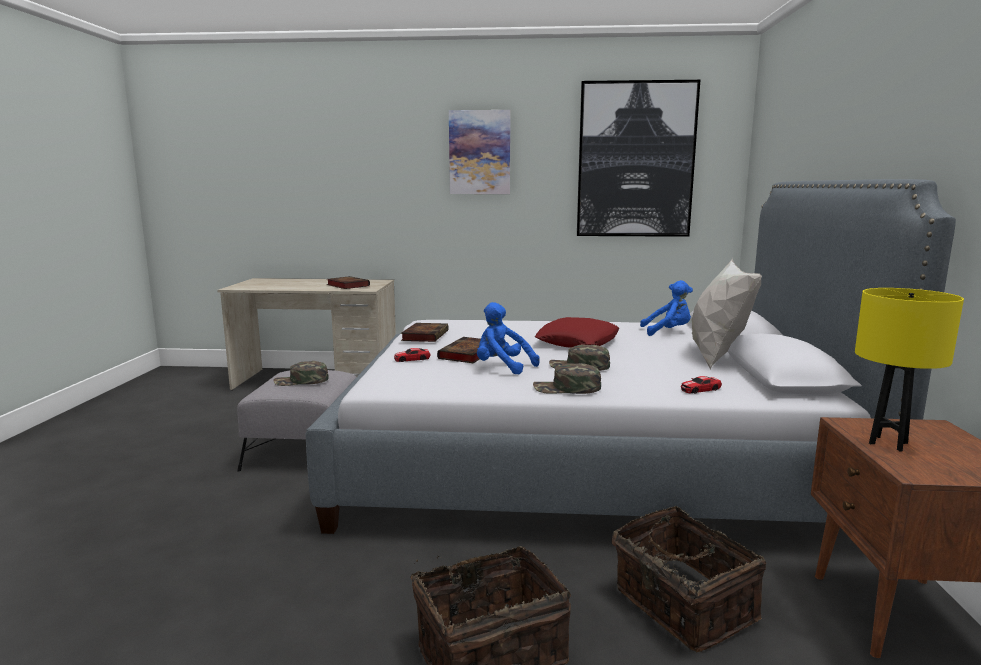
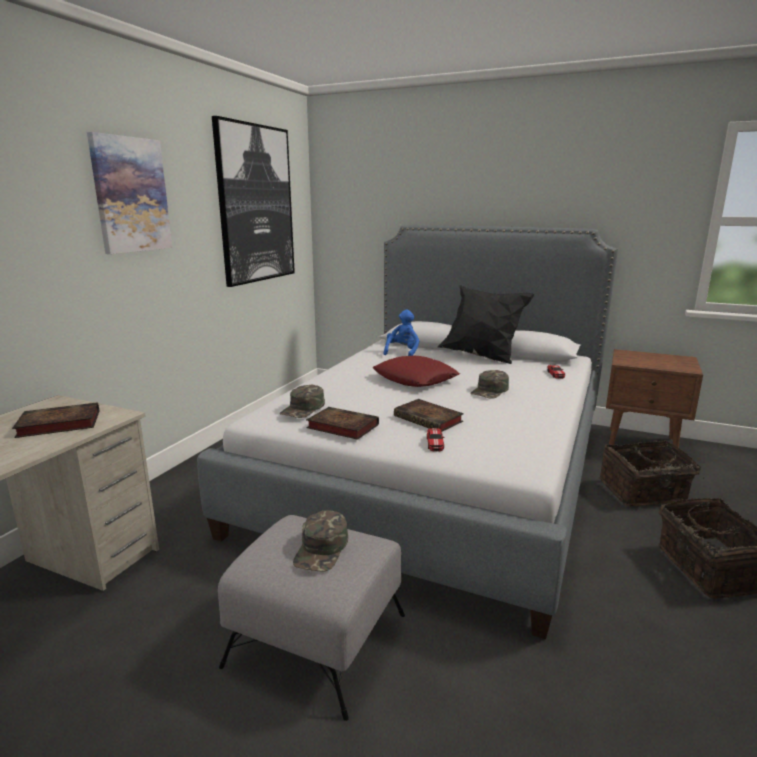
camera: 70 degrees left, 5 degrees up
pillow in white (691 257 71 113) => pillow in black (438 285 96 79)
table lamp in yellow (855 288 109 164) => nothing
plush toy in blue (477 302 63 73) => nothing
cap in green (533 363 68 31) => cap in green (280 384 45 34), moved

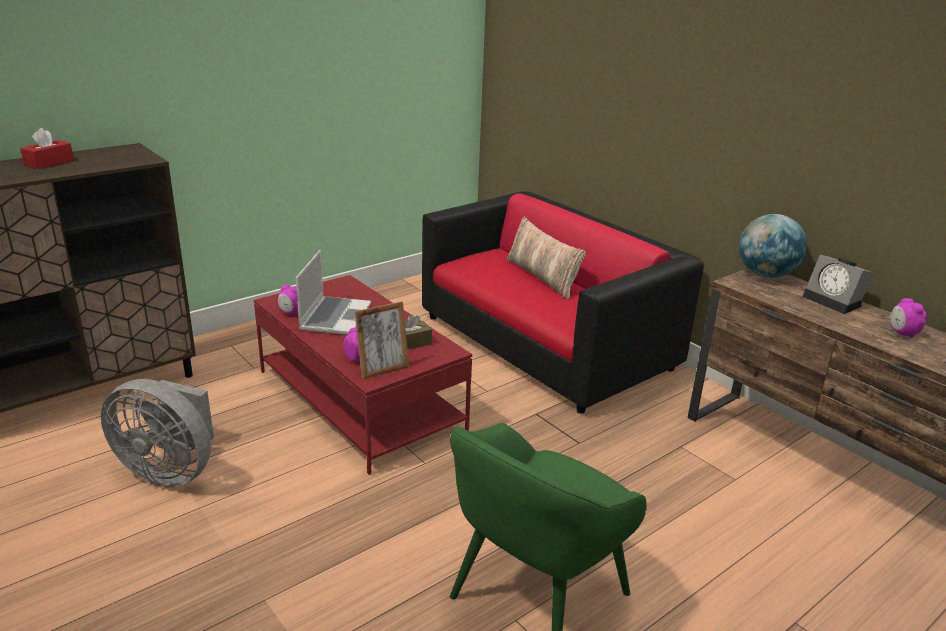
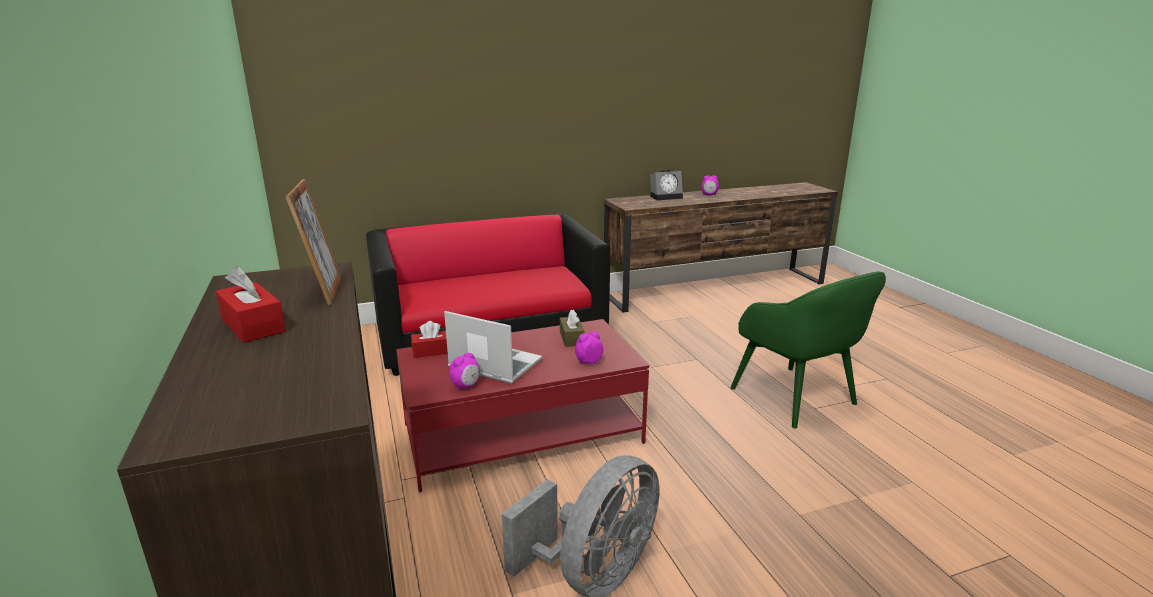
camera: 70 degrees left, 5 degrees down
globe (739 214 68 64) => nothing
pillow (507 216 79 83) => nothing
picture frame (354 301 55 78) => picture frame (286 179 56 126), moved
nothing => tissue box in red (411 321 37 37)

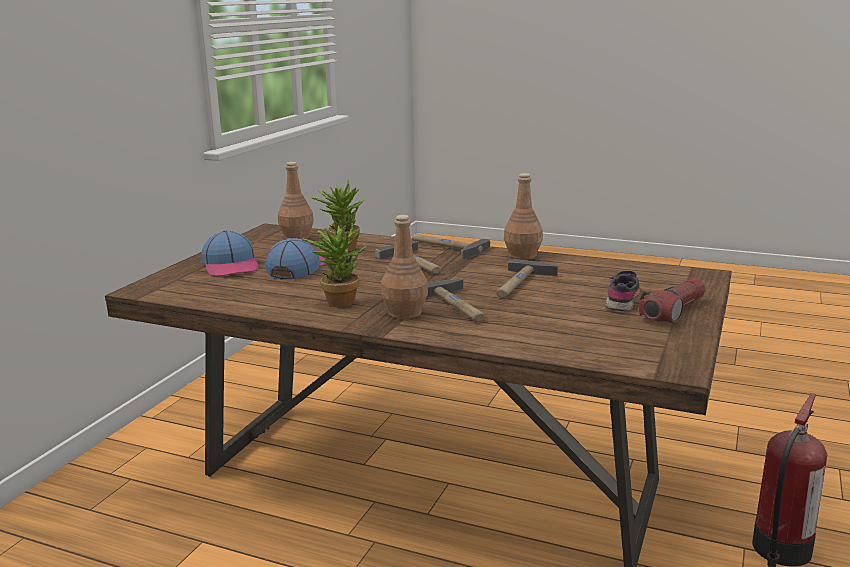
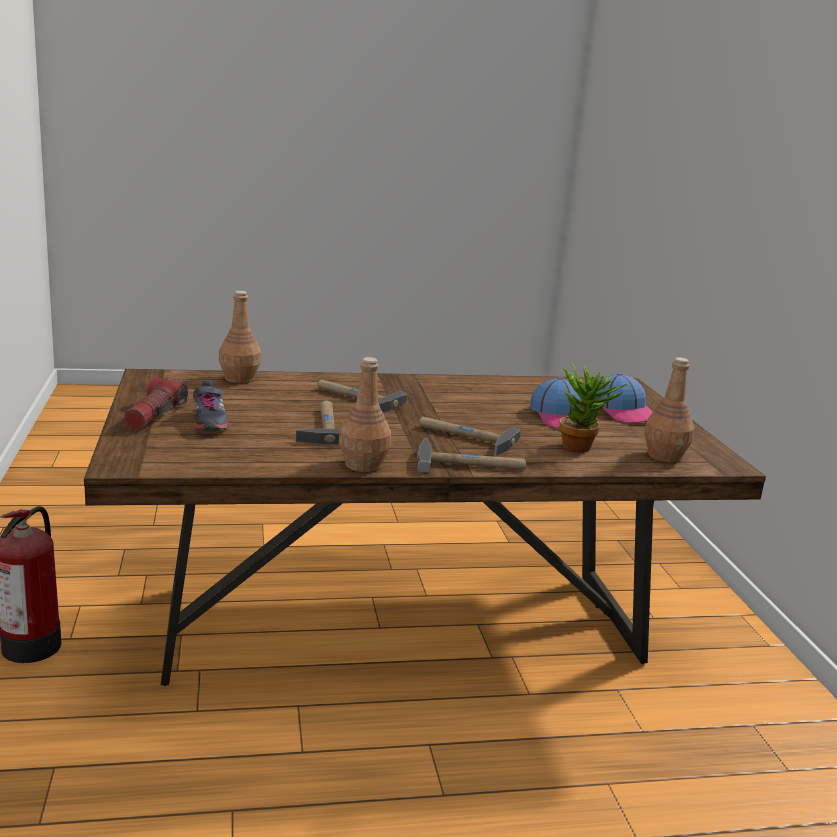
camera: 145 degrees right, 0 degrees up
bottle in brown (381 215 47 104) => bottle in brown (219 291 42 92), moved
potted plant (301 219 66 88) => nothing
cap (201 230 58 46) => cap (595 373 58 50), 150 degrees counterclockwise

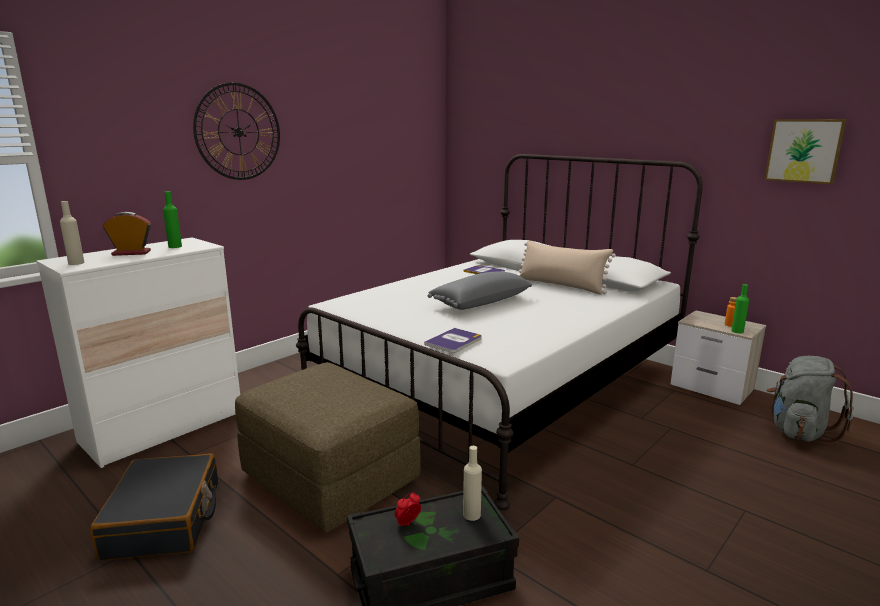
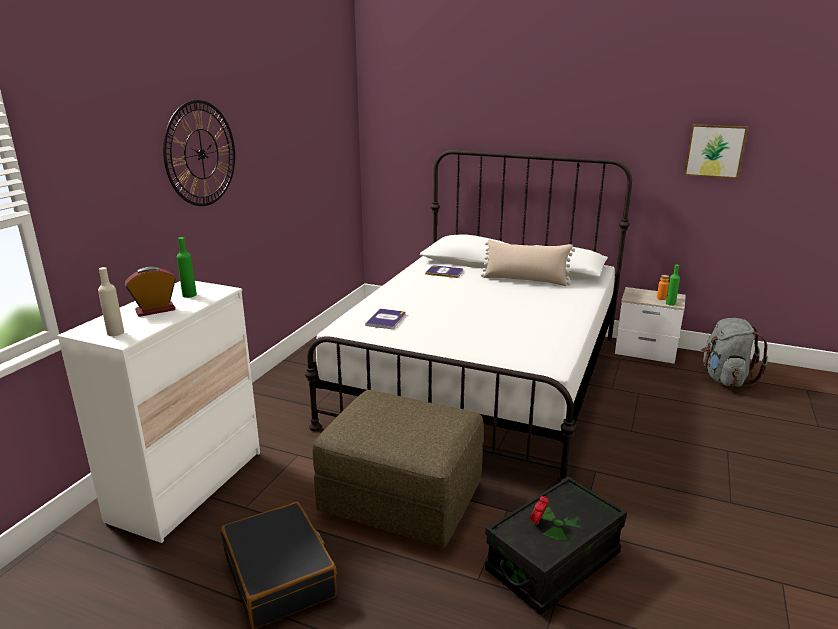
camera: 20 degrees left, 5 degrees up
pillow in grey (428 271 104 39) => nothing
book (424 328 58 25) => book (365 308 41 21), moved
bottle in beige (463 446 19 75) => nothing

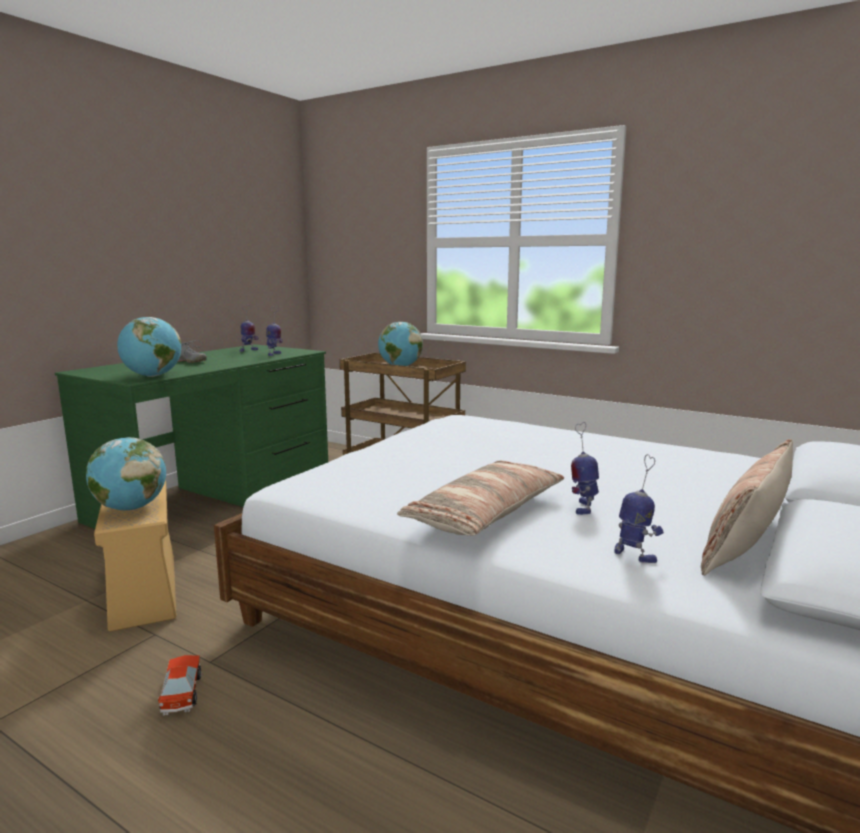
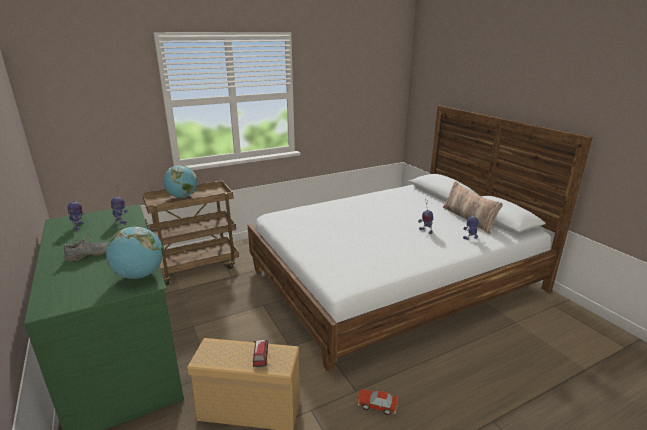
camera: 60 degrees left, 10 degrees up
globe (86 437 80 73) => toy car (253 340 15 27)
pillow (397 461 167 75) => nothing

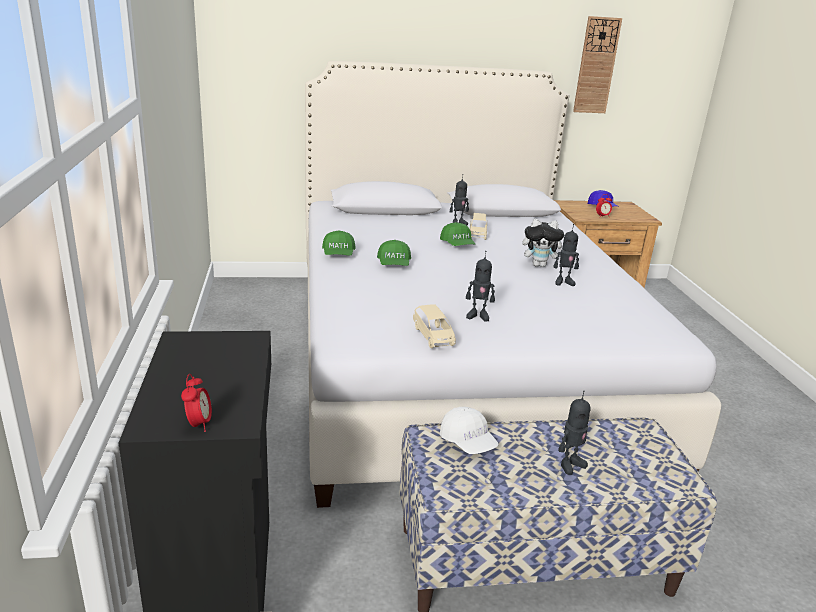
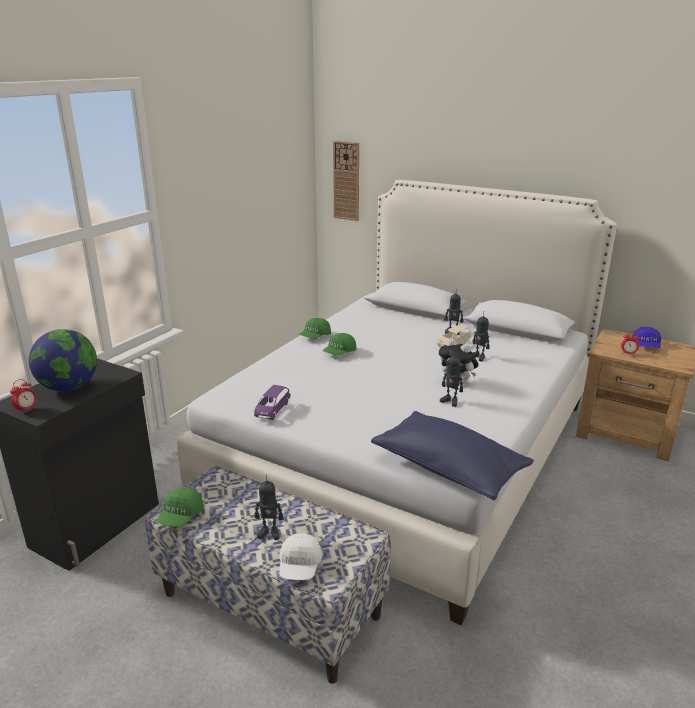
camera: 40 degrees right, 0 degrees up
wall clock (573 16 49 97) => wall clock (333 141 26 80), moved
cap in green (440 222 35 24) => cap in green (157 487 47 40), moved
toy robot (466 251 29 70) => toy robot (473 314 17 47), moved
toy car in beige (413 304 43 44) => toy car in purple (254 385 36 35)
cap in white (440 407 59 47) => cap in white (279 533 44 47), moved
nothing => globe (29 329 68 63)
nothing => pillow in blue (371 411 163 89)

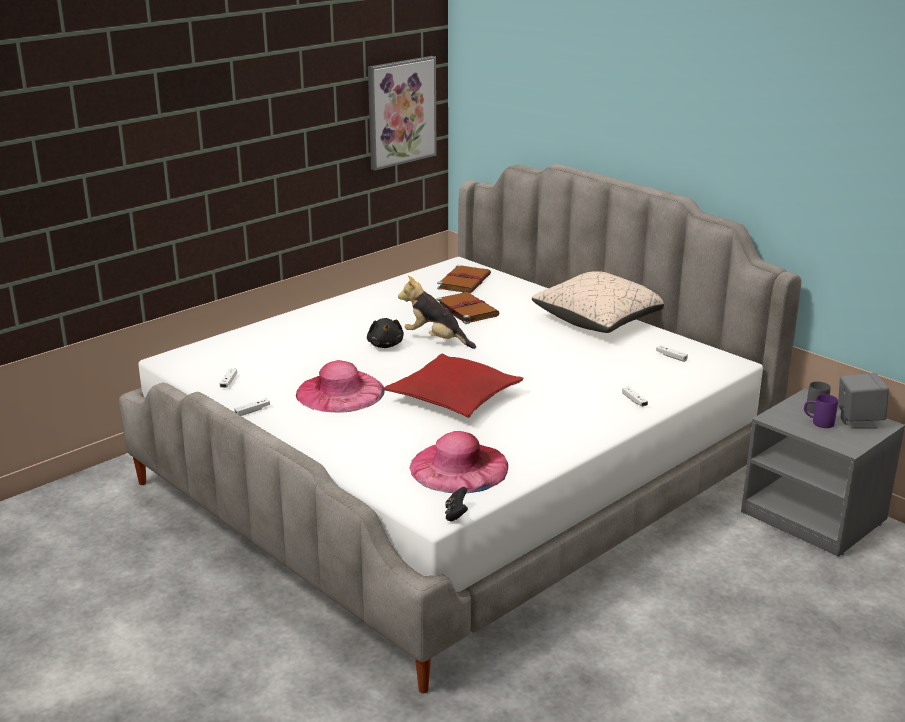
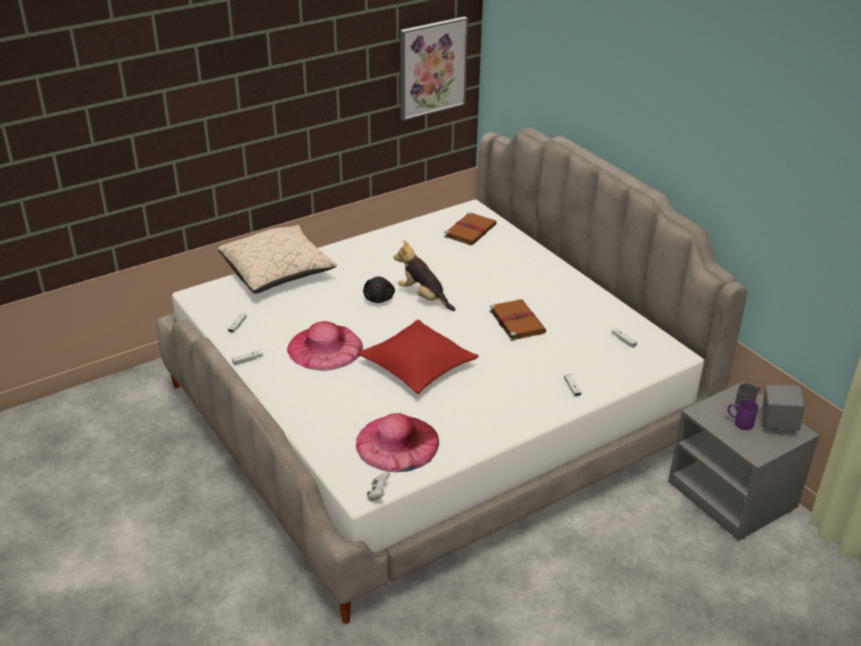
camera: 10 degrees right, 10 degrees up
pillow in beige (532 271 132 62) => pillow in beige (218 225 119 69), moved
book in brown (436 292 63 32) => book in brown (489 299 57 42), moved
game controller in black (445 487 23 35) => game controller in white (367 471 23 30)

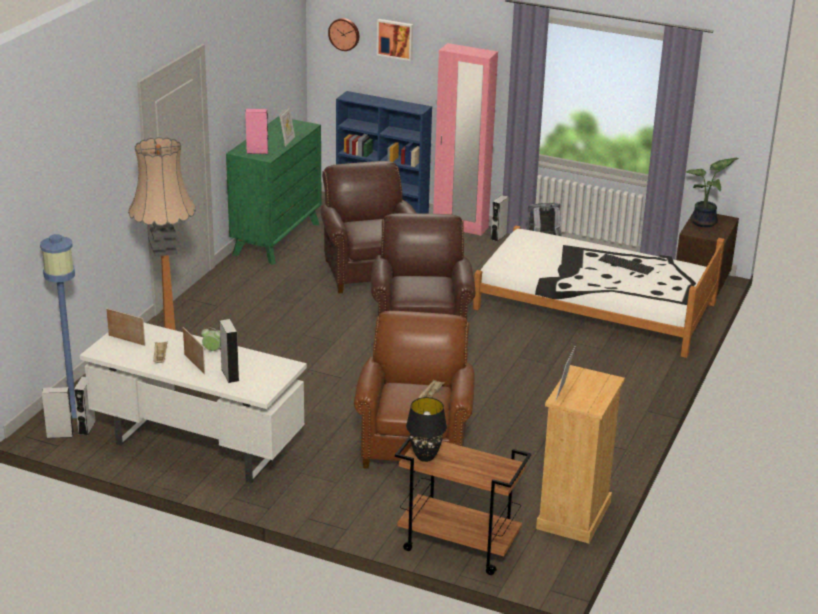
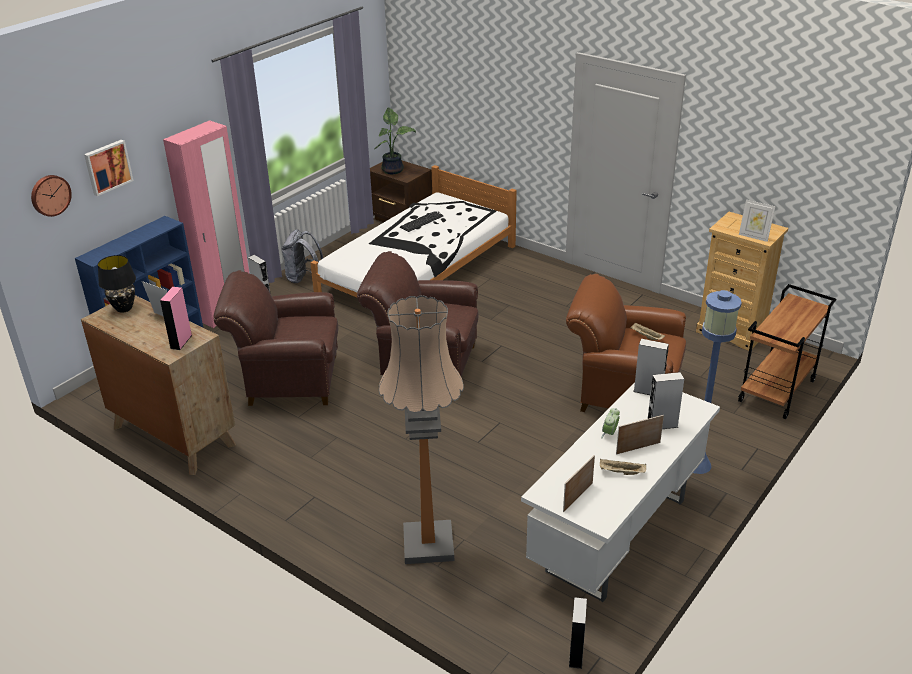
camera: 75 degrees left, 5 degrees up
dresser in green (226 117 96 148) => dresser in brown (81 295 155 180)
floor lamp in blue (40 234 37 184) => floor lamp in blue (693 290 49 184), moved
speaker in grey (74 376 22 59) => speaker in grey (633 339 36 56), moved
table lamp in black (406 397 41 65) => table lamp in black (98 255 38 58), moved

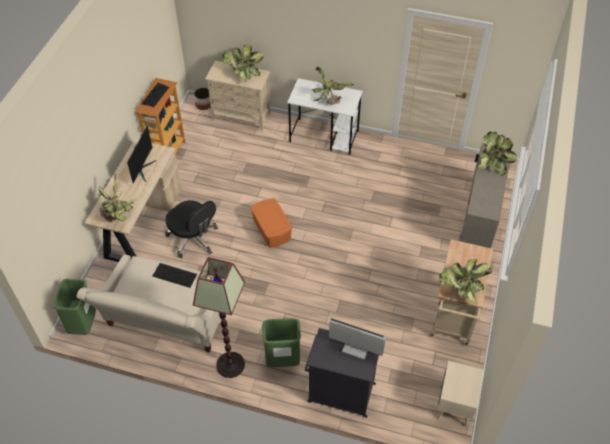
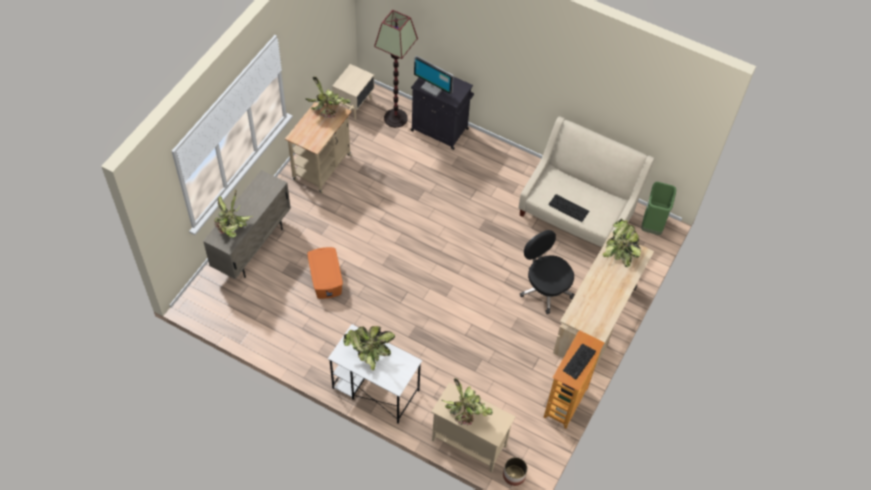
camera: 170 degrees left, 5 degrees up
monitor (127 126 30 57) => nothing
storage box in orange (251 198 41 50) => storage box in orange (307 247 36 52), moved
floor lamp (193 257 52 121) => floor lamp (374 10 44 118), moved
trash can in green (262 318 39 49) => nothing

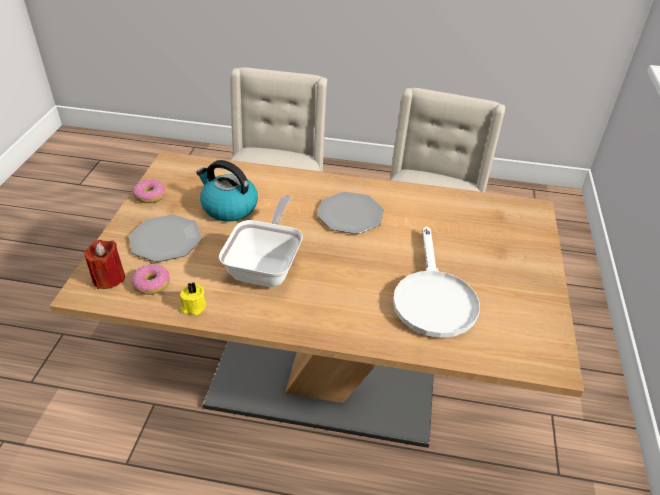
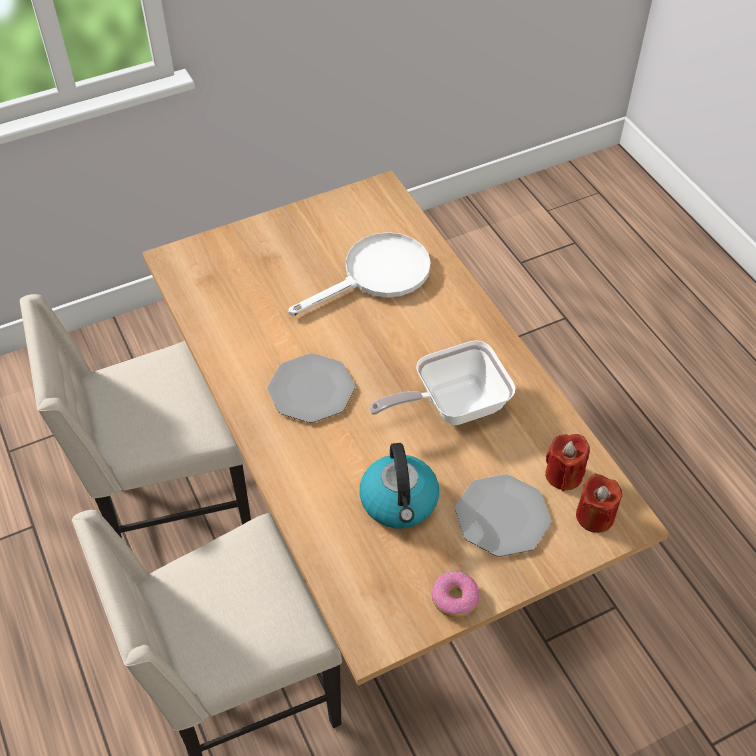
camera: 125 degrees left, 10 degrees up
donut (131 264 39 31) => candle in red (545 434 45 58)
candle in yellow (180 282 26 34) => nothing

